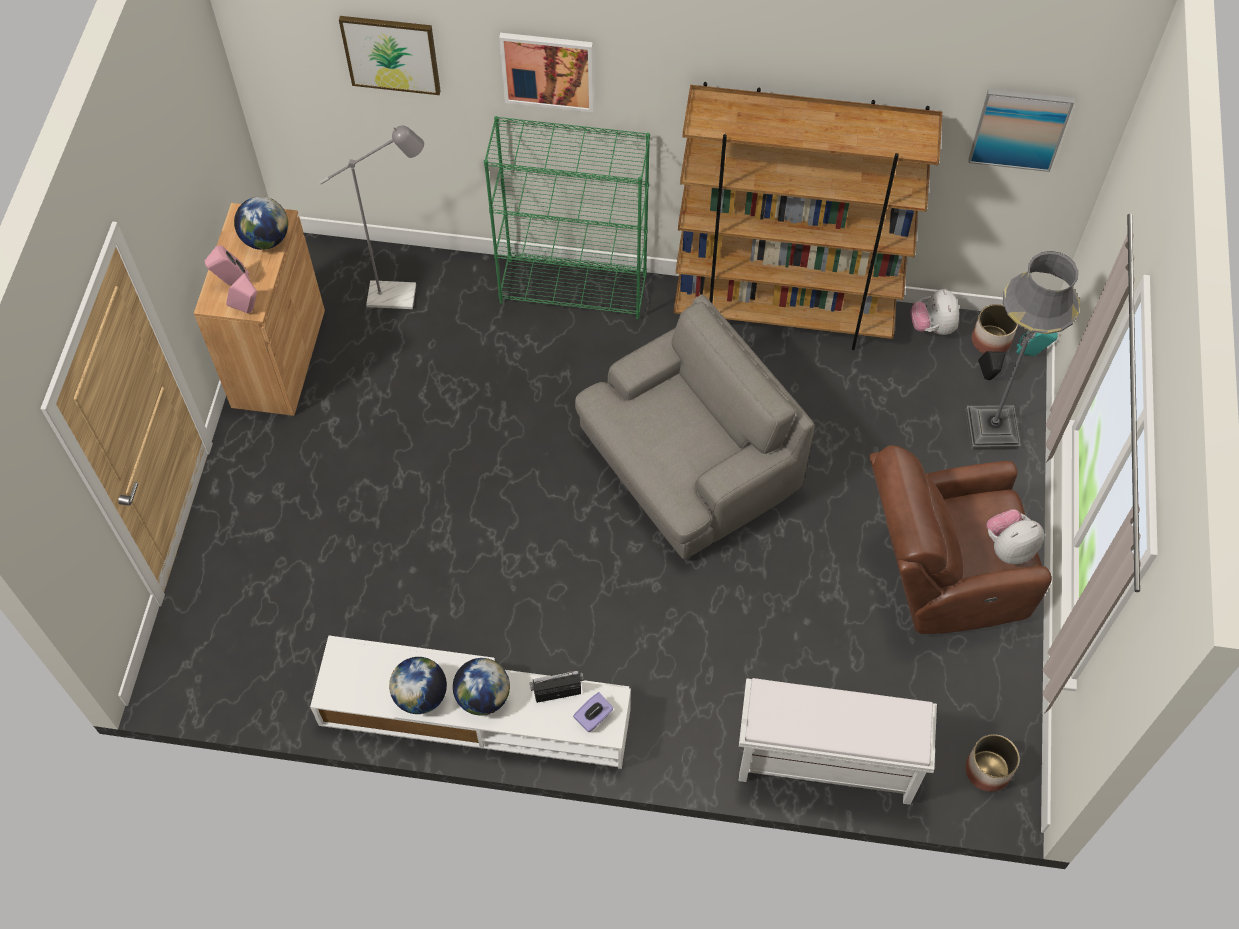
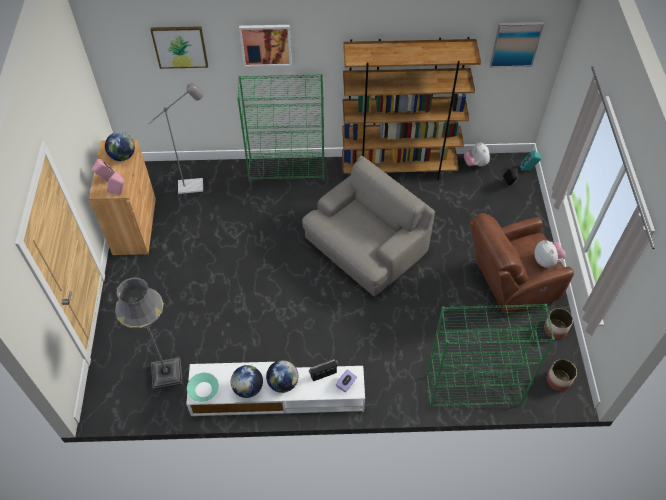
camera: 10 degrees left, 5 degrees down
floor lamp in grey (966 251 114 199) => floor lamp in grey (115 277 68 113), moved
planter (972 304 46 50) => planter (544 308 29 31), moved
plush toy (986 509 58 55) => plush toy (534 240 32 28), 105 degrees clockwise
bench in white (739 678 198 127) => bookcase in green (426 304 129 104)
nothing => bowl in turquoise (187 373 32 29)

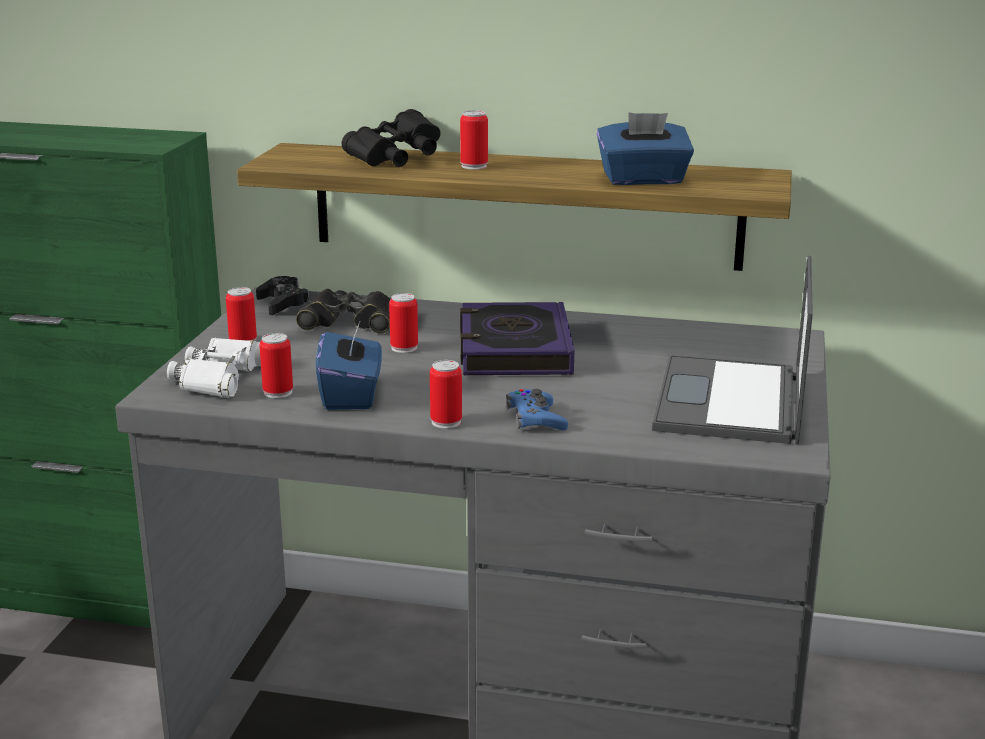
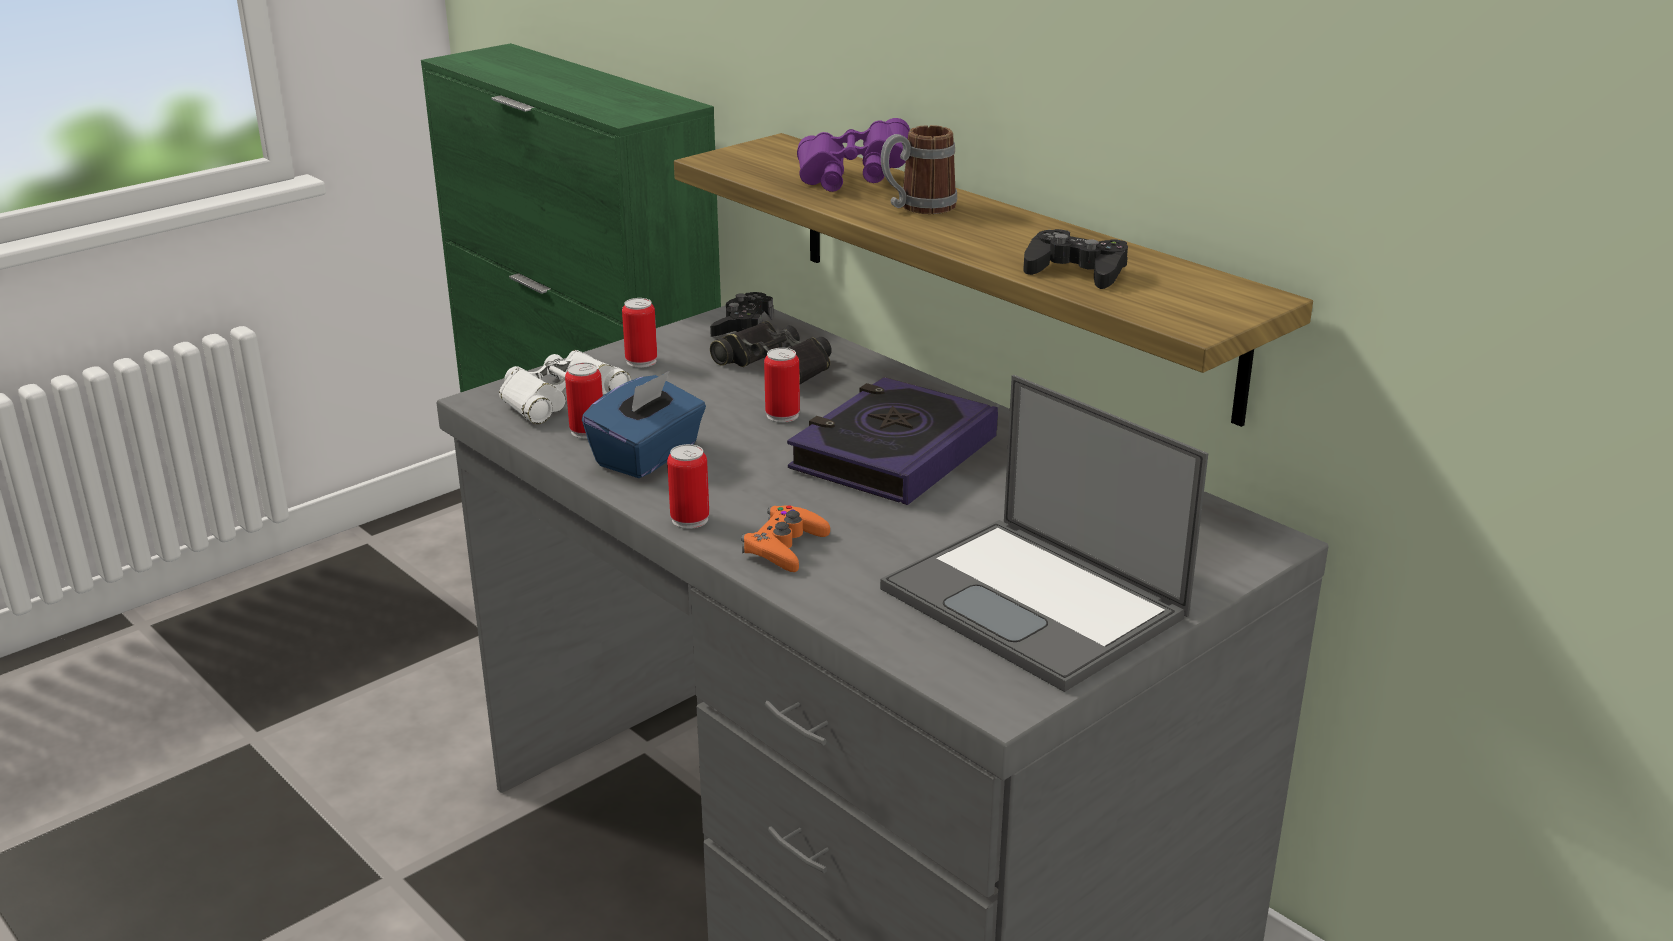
camera: 35 degrees right, 5 degrees up
binoculars in black (342 109 98 58) => binoculars in purple (797 118 113 74)
can (460 110 28 60) => mug (881 125 76 89)
tissue box in blue (597 112 97 73) => game controller in black (1023 229 105 60)
laptop (652 256 161 189) => laptop (880 375 328 317), 90 degrees counterclockwise
game controller in blue (506 389 62 41) => game controller in orange (741 505 89 67)

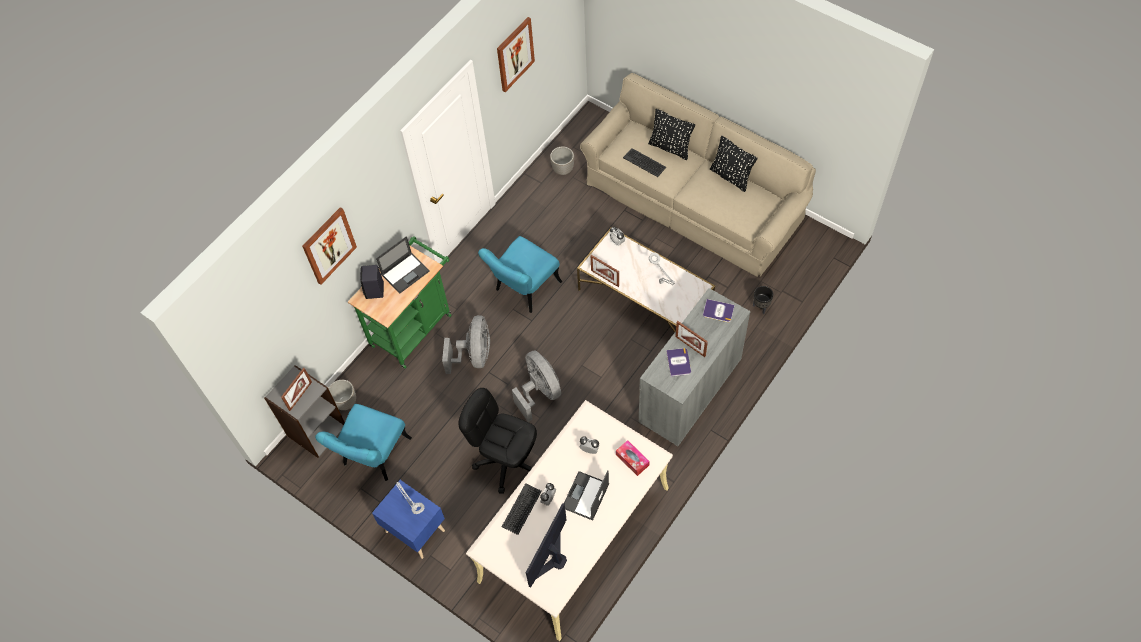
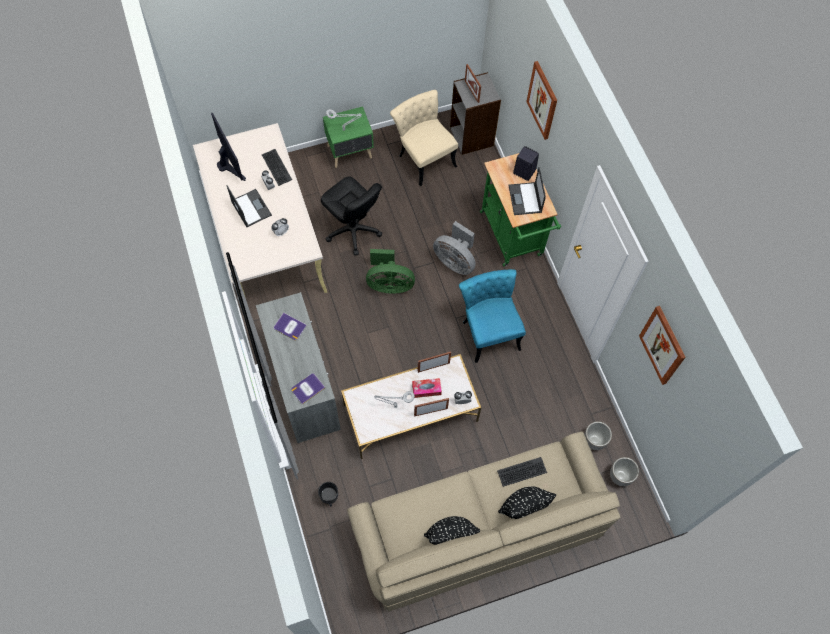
camera: 120 degrees right, 5 degrees up
picture frame (675 321 33 36) => picture frame (414 398 35 19), moved
fan in grey (512 350 49 72) => fan in green (366 249 49 44)
planter (328 380 28 30) => planter (610 457 29 29), moved
office chair in black (458 388 79 106) => office chair in black (321 176 61 80), 75 degrees clockwise
chair in turquoise (315 404 97 77) => chair in beige (390 90 68 96)
tissue box (616 440 34 36) => tissue box (412 378 30 20), moved
nightstand in blue (372 480 73 79) => nightstand in green (323 107 51 61)

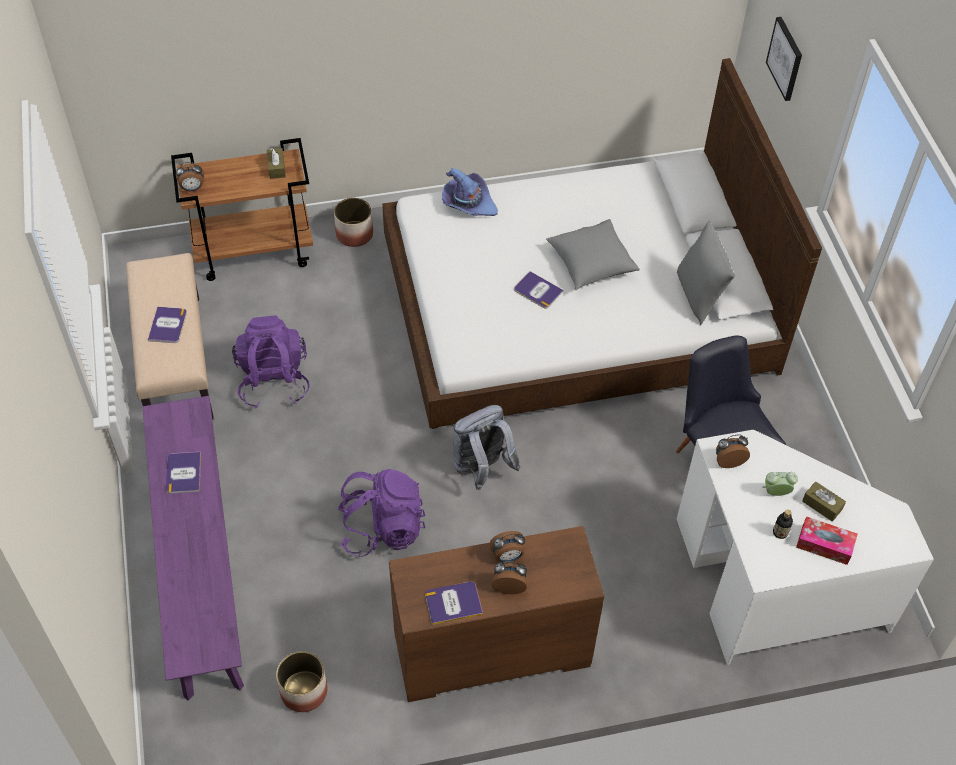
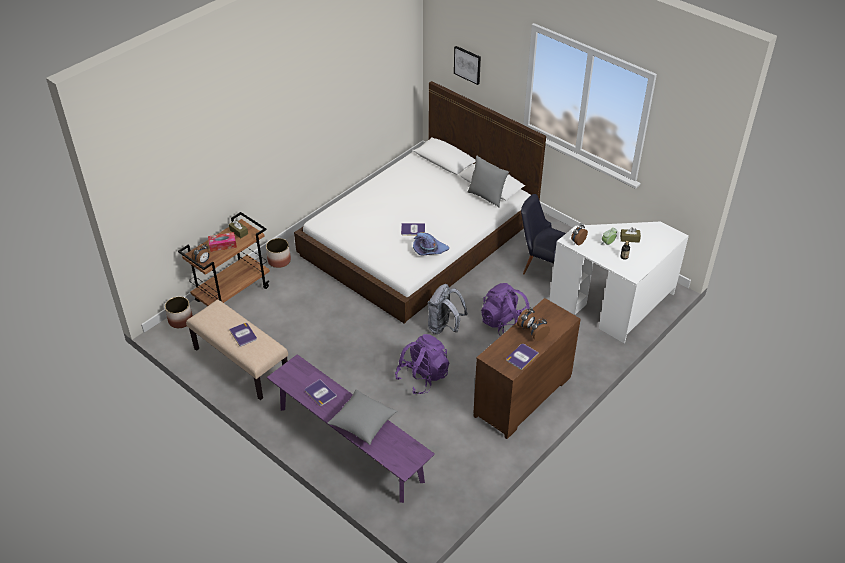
camera: 35 degrees left, 10 degrees down
hat in purple (442 168 56 48) => hat in purple (413 232 36 23), moved
pillow in grey (546 219 94 71) => pillow in grey (328 390 69 55), moved
backpack in purple (232 316 78 93) => backpack in purple (481 283 49 52), moved
tissue box (796 516 62 49) => tissue box (208 232 29 20), moved
planter (276 651 52 61) => planter (165 296 28 32), moved

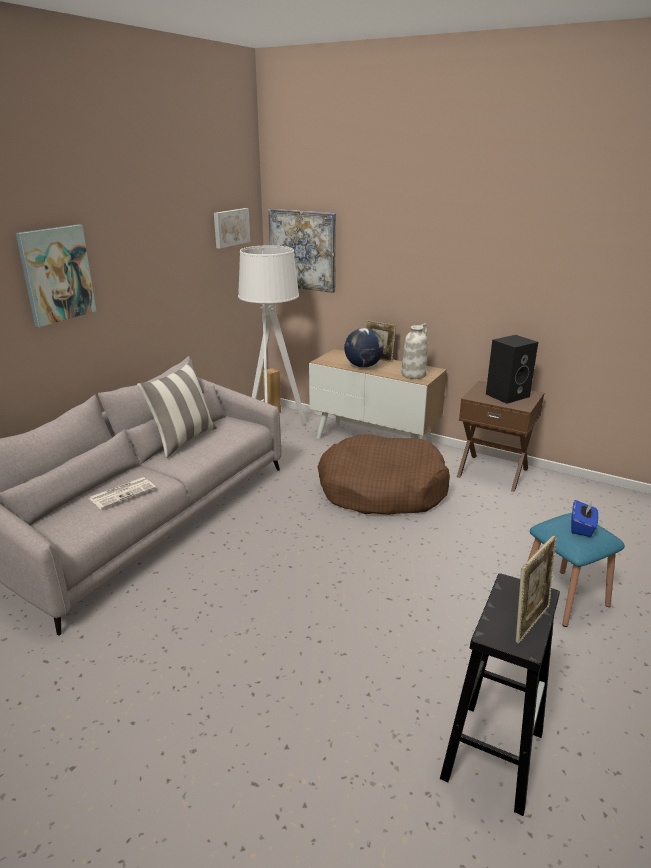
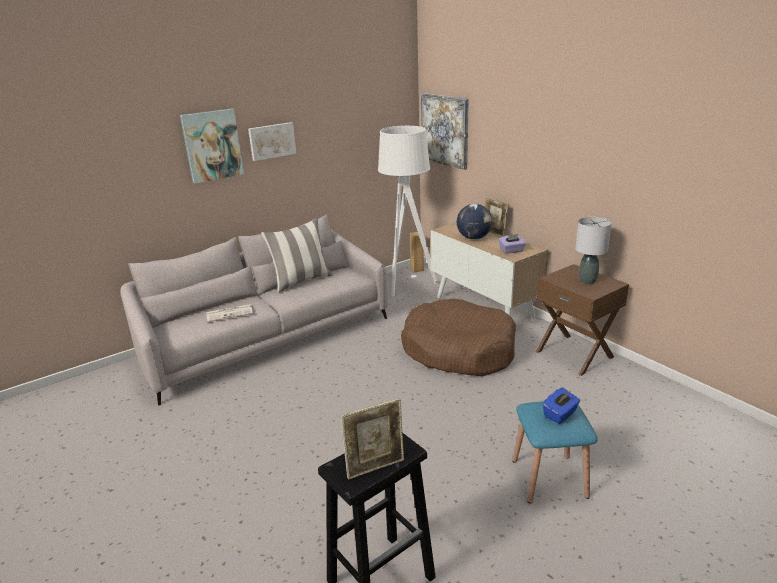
camera: 25 degrees right, 0 degrees up
picture (214 208 36 41) => picture (248 122 49 39), moved
vase in white (401 323 27 56) => tissue box in purple (498 234 28 20)
speaker in black (486 335 52 69) => table lamp in grey (575 217 37 68)

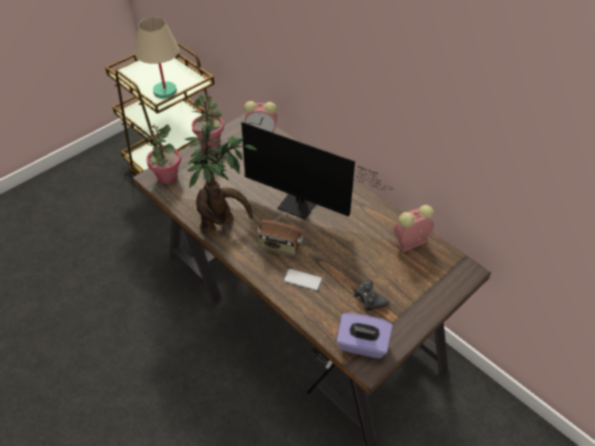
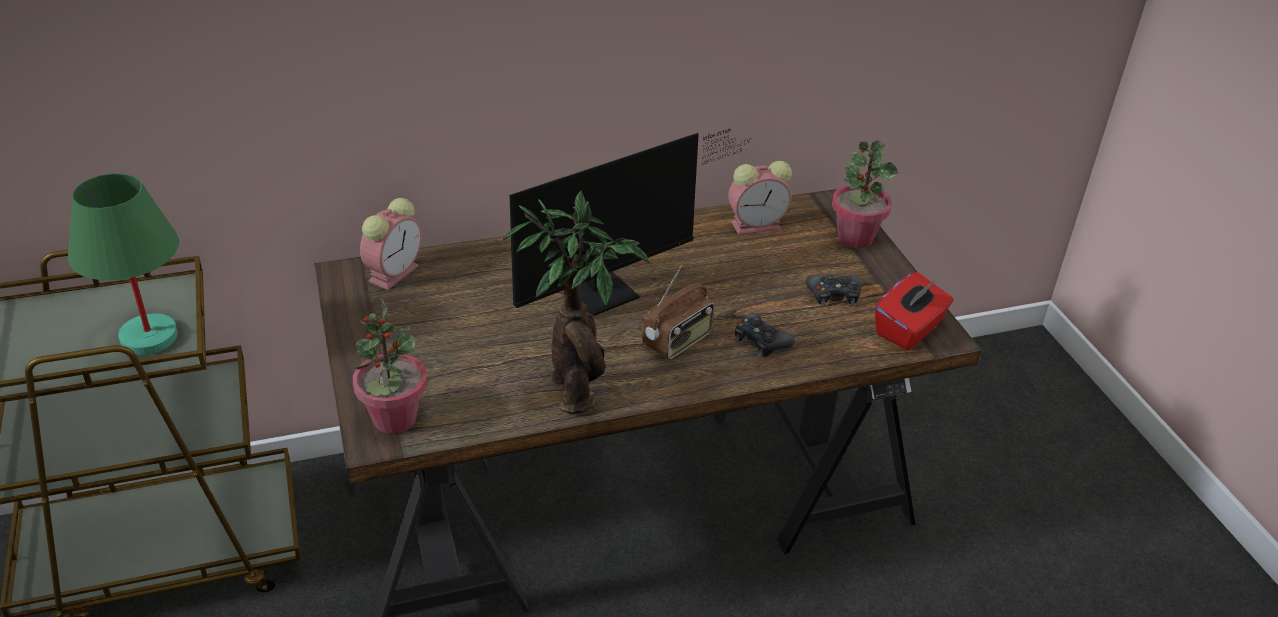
camera: 65 degrees left, 10 degrees down
table lamp in beige (135 17 45 82) => table lamp in green (68 173 111 182)
potted plant (192 92 32 58) => potted plant (832 140 66 108), moved
alarm clock (394 205 40 47) => alarm clock (728 161 64 74), 105 degrees counterclockwise
phone (284 269 39 22) => game controller in black (735 313 60 44)
tissue box in purple (336 313 57 46) => tissue box in red (875 272 78 78)

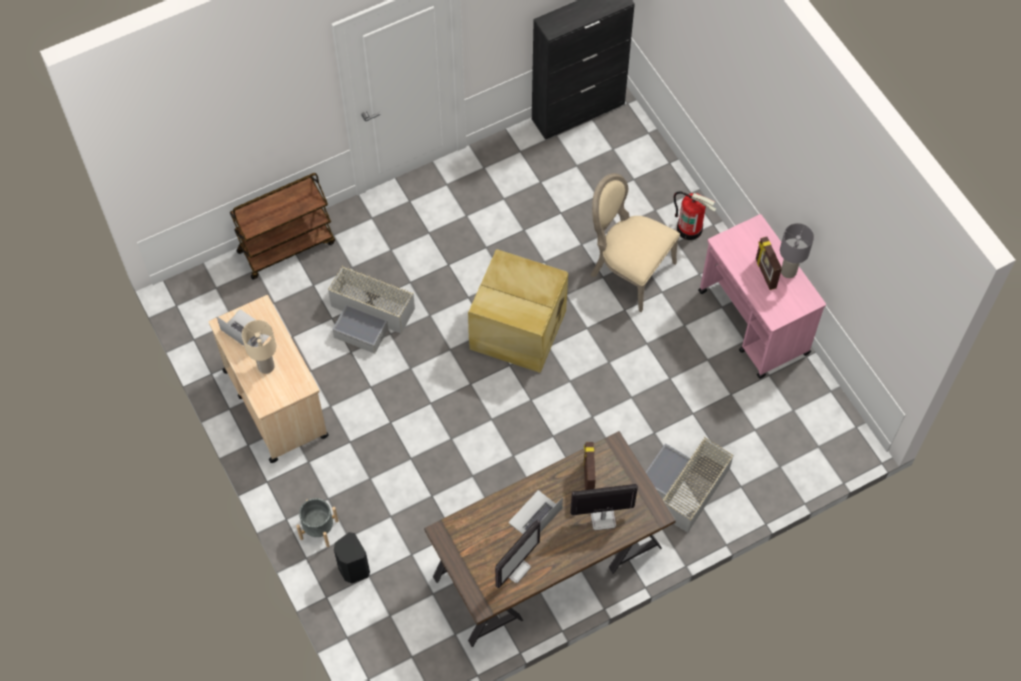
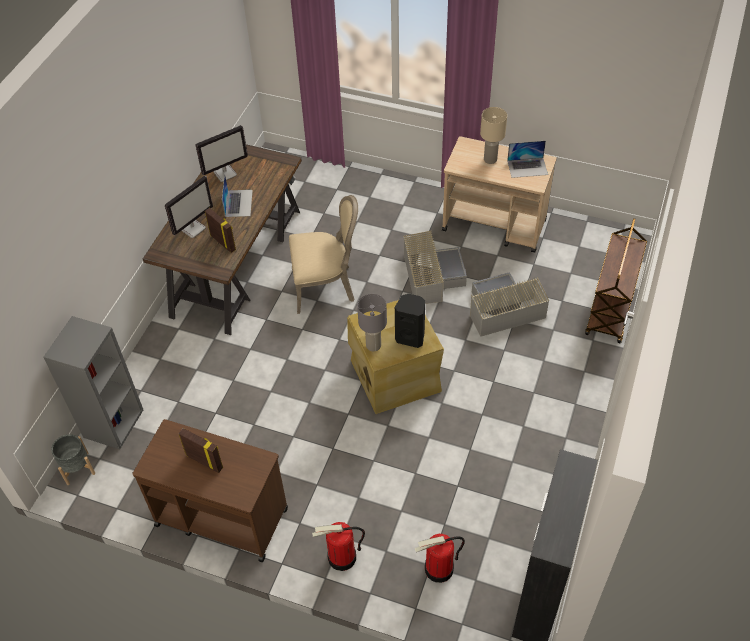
camera: 140 degrees right, 10 degrees down
chair in beige (591 173 89 139) => chair in beige (289 195 69 119), moved
cart in pink (698 214 128 165) => cart in brown (132 419 156 143)
table lamp in grey (780 223 34 55) => table lamp in grey (357 294 30 57), moved
storage box in grey (646 437 88 95) => storage box in grey (403 231 64 73), moved
planter in grey (296 498 43 49) => planter in grey (51 434 44 51), moved
monitor (495 520 45 68) => monitor (196 125 52 57), 120 degrees counterclockwise
speaker in black (334 532 36 52) => speaker in black (395 294 30 54), moved
nothing => bookcase in grey (43 316 101 133)
nothing => fire extinguisher (415 534 50 49)

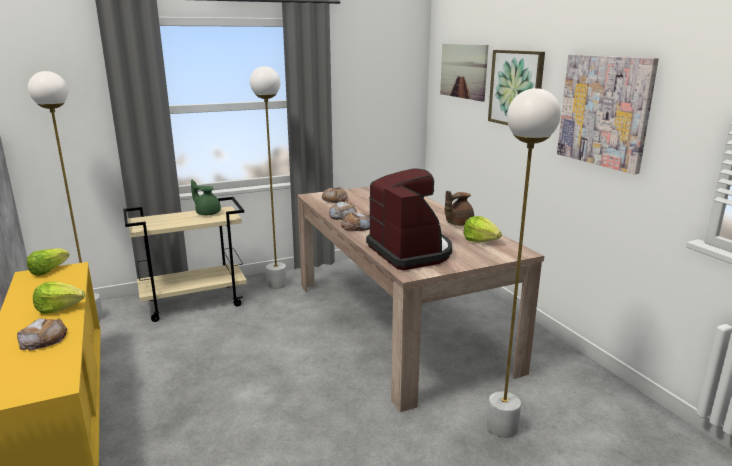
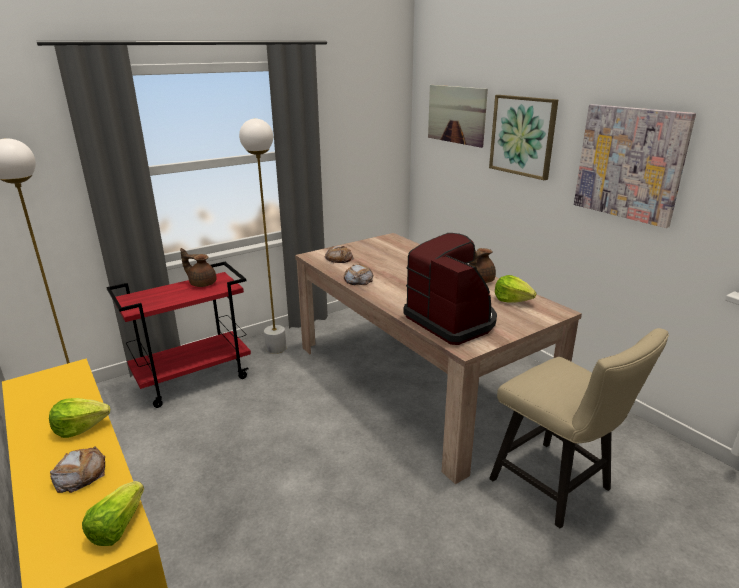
camera: 10 degrees left, 5 degrees up
floor lamp in white (487 88 74 350) => chair in beige (489 328 180 201)
teapot in green (191 180 30 35) => teapot in brown (180 248 37 39)
cart in beige (123 197 124 125) => cart in red (106 262 145 146)
bread (341 212 29 19) => nothing
lettuce (27 248 43 28) => lettuce (82 481 62 65), moved

